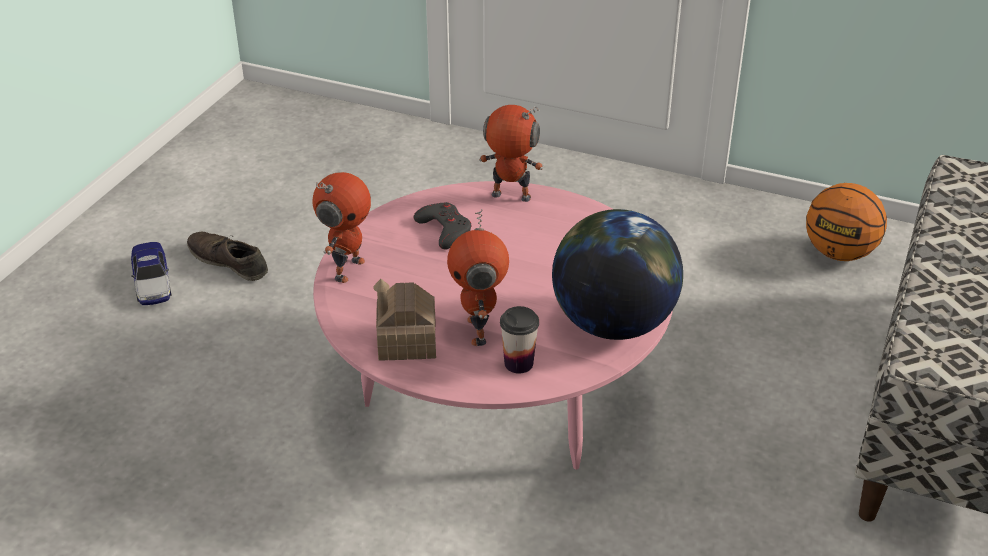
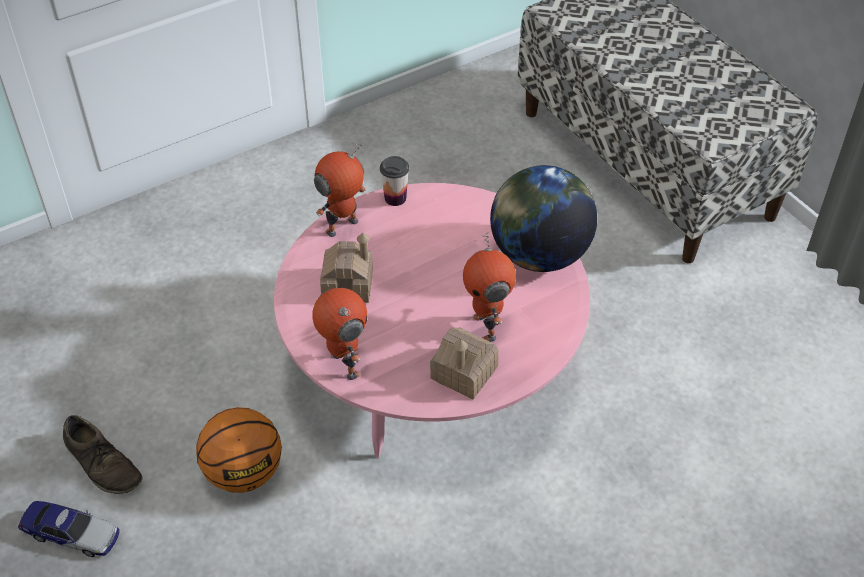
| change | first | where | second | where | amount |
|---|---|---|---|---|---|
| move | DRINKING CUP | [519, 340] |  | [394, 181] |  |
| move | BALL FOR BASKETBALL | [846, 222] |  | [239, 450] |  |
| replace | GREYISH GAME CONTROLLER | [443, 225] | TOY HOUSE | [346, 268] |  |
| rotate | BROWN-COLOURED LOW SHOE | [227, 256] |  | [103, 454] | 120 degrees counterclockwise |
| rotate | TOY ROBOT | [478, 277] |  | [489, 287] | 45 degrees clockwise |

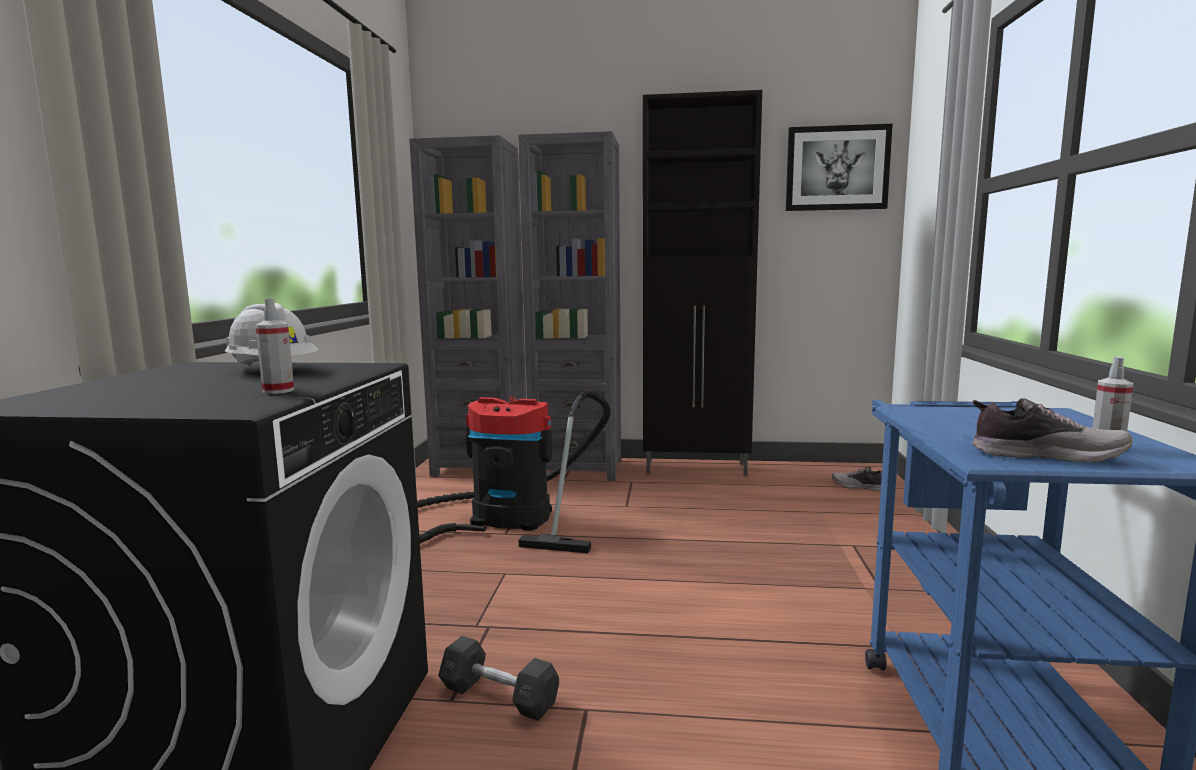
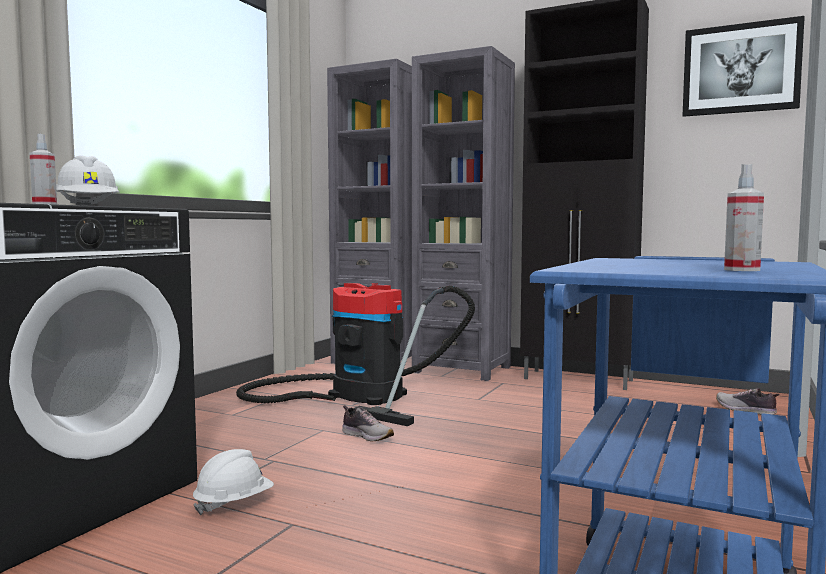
| change | first | where | second | where | amount |
|---|---|---|---|---|---|
| move | LOW SHOE | [1052, 430] |  | [368, 423] |  |
| replace | GREYISH DUMBBELL | [498, 678] | WHITISH SAFETY HELMET | [233, 482] |  |

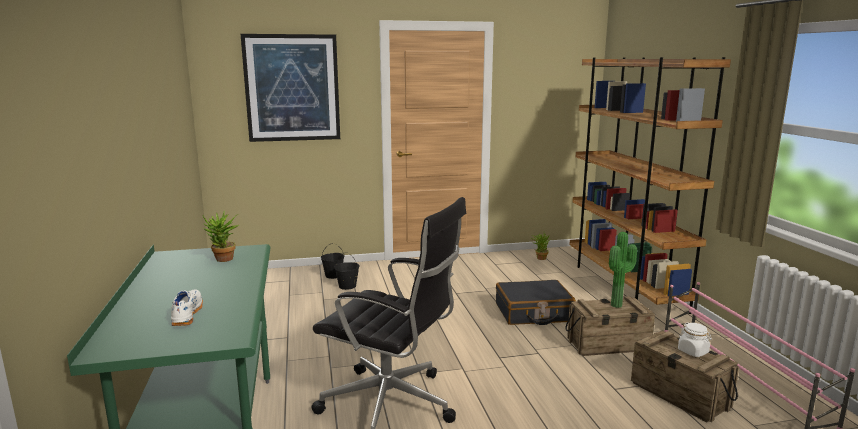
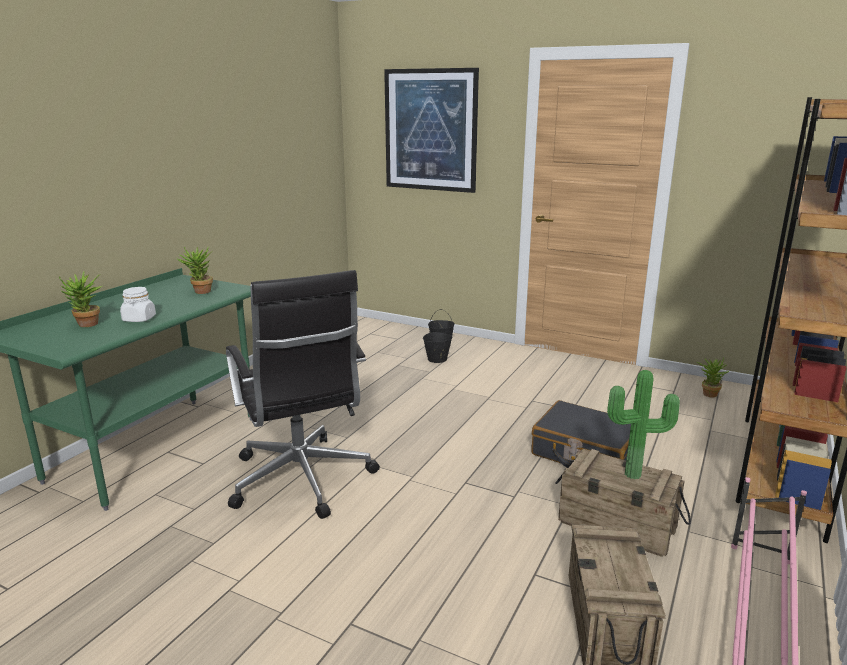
| change | first | where | second | where | amount |
|---|---|---|---|---|---|
| move | WHITISH JAR | [695, 339] |  | [138, 304] |  |
| replace | WHITISH LOW SHOE | [187, 307] | HOUSEPLANT | [80, 299] |  |

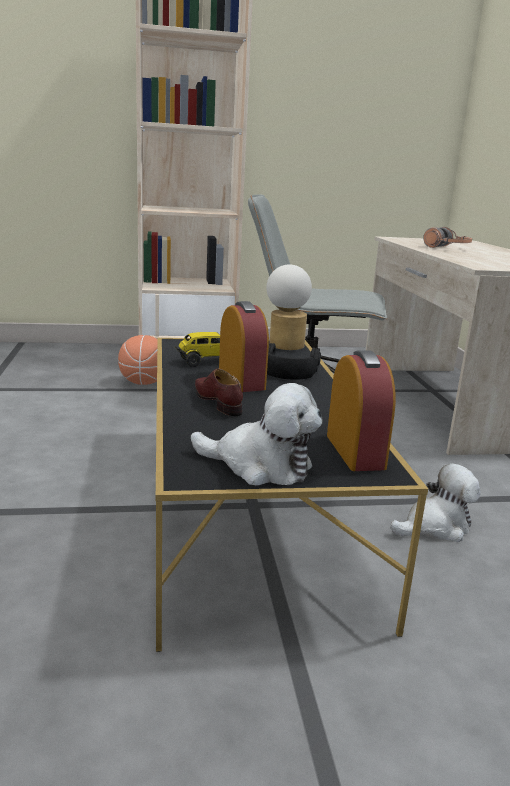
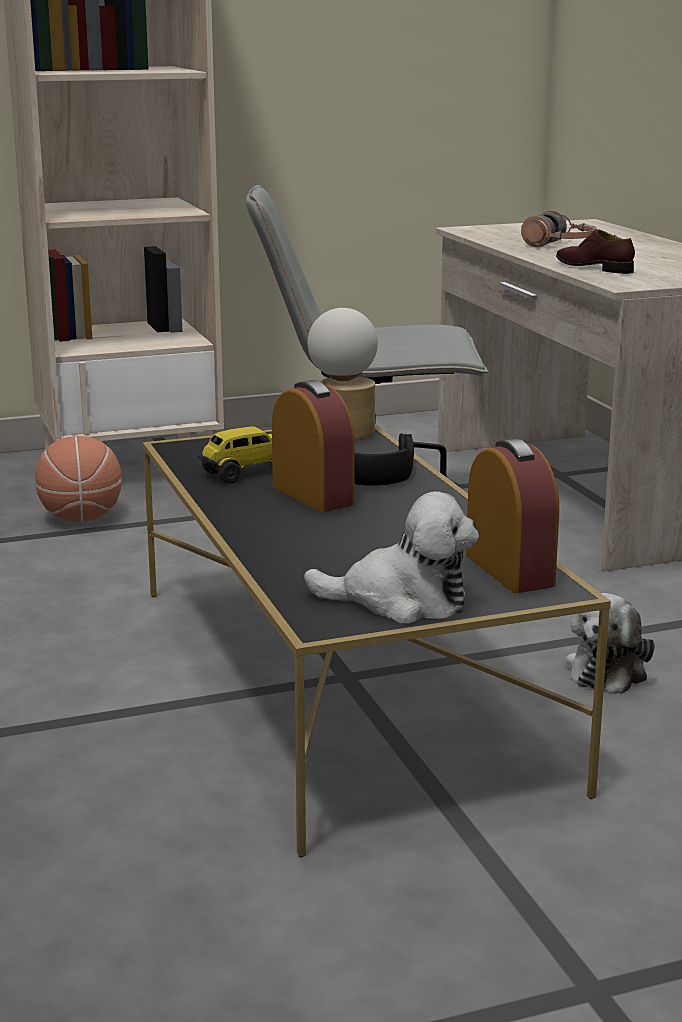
| change | first | where | second | where | amount |
|---|---|---|---|---|---|
| move | BROWN-COLOURED LOW SHOE | [219, 392] |  | [595, 251] |  |
| rotate | PLUSH TOY | [435, 502] |  | [609, 643] | 150 degrees clockwise |

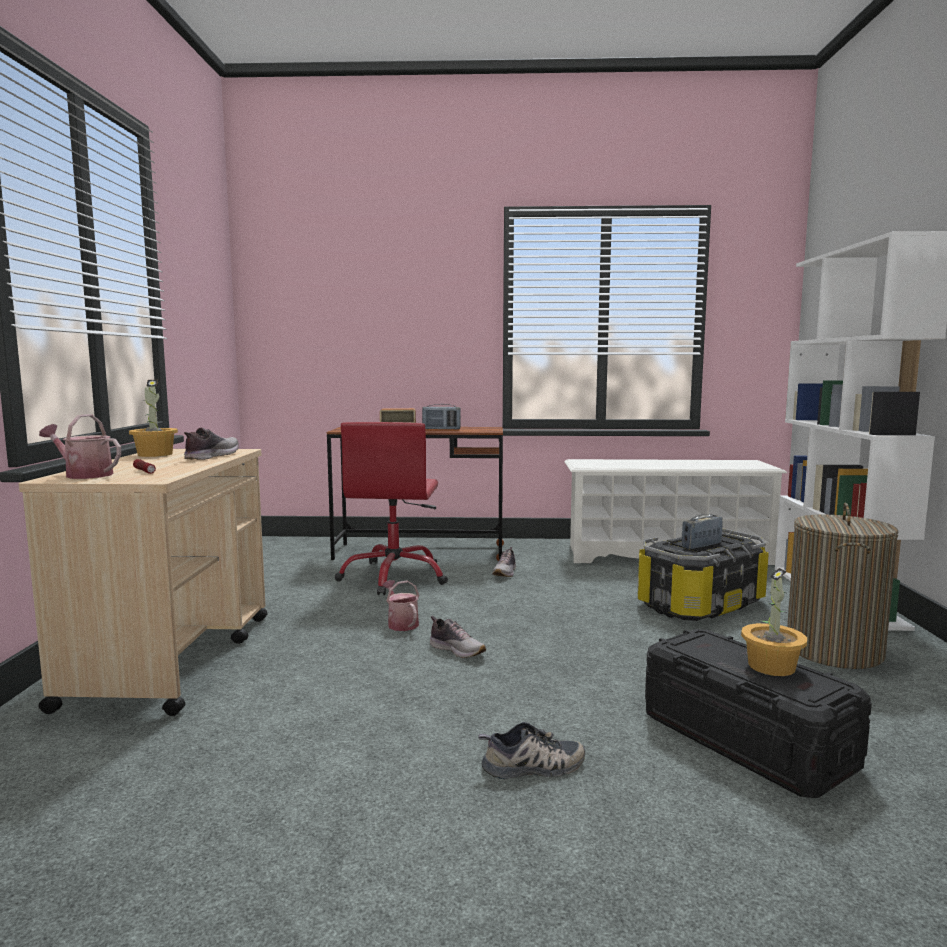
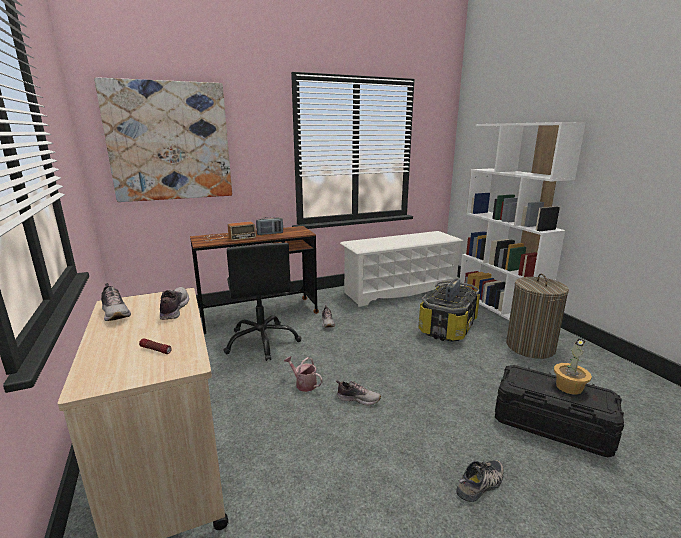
| change | first | where | second | where | amount |
|---|---|---|---|---|---|
| delete | WATERING CAN | [80, 446] |  |  |  |
| insert |  |  | WALL PICTURE | [163, 139] |  |
| replace | HOUSEPLANT | [153, 418] | LOW SHOE | [116, 302] |  |
| recolor | RED-COLOURED OFFICE CHAIR | [391, 508] | BLACK-COLOURED OFFICE CHAIR | [262, 302] |  |

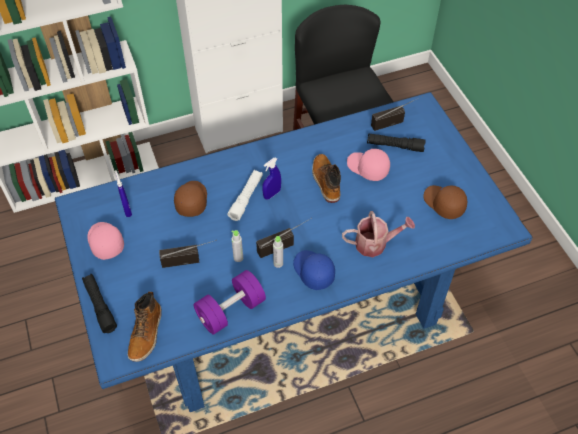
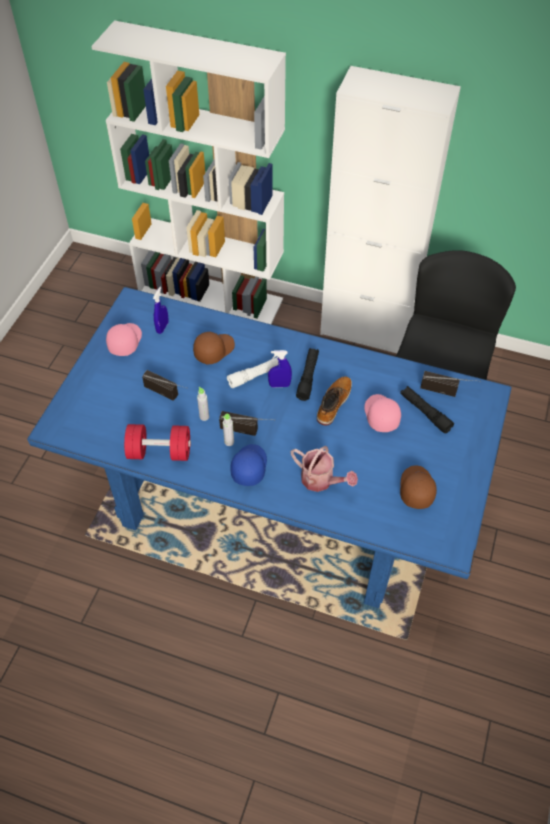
| change | first | where | second | where | amount |
|---|---|---|---|---|---|
| delete | TALL BOOT | [145, 327] |  |  |  |
| move | BLACK-COLOURED HAND TORCH | [99, 303] |  | [307, 374] |  |
| recolor | PURPLE-COLOURED DUMBBELL | [230, 302] | RED-COLOURED DUMBBELL | [157, 442] |  |

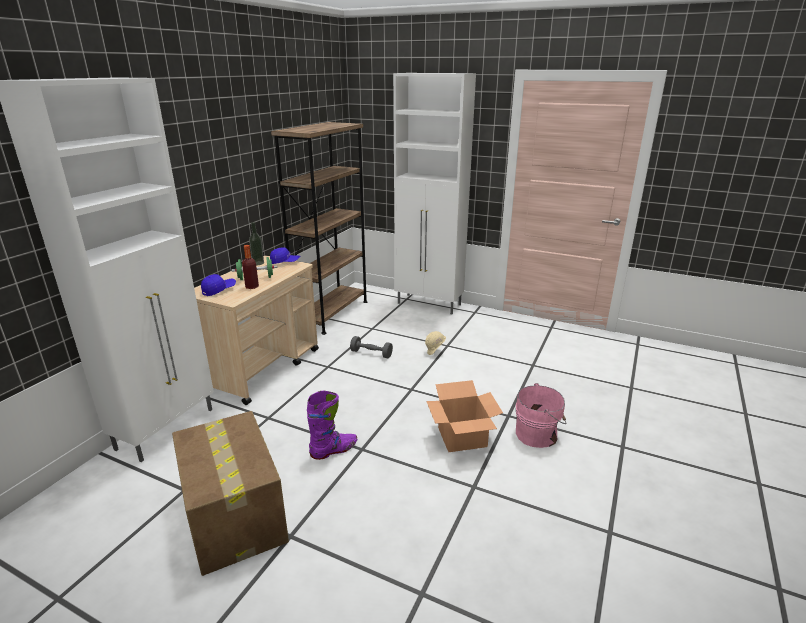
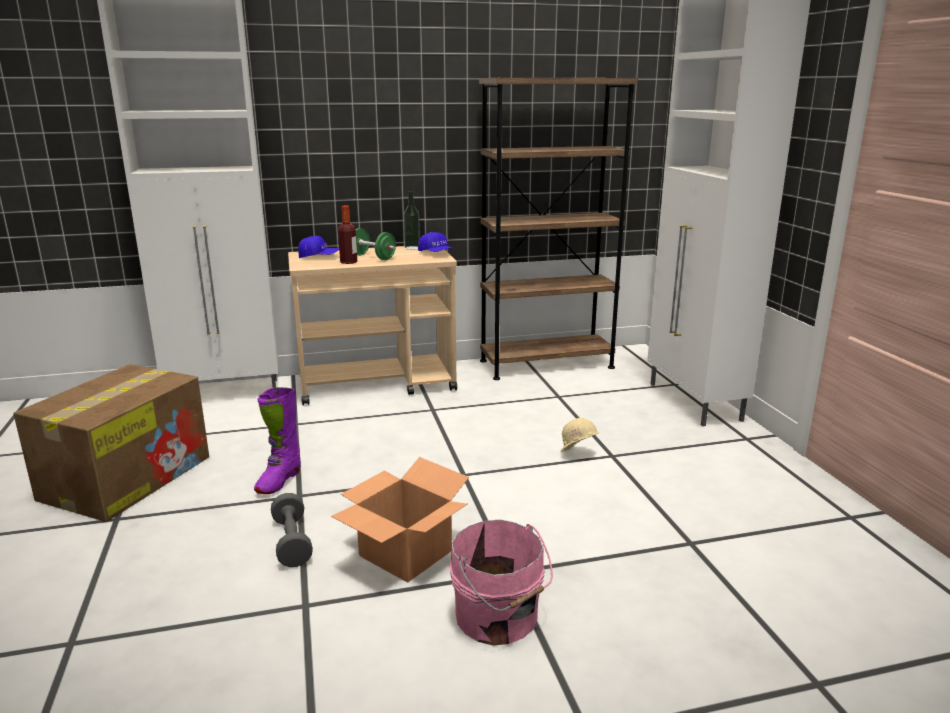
| change | first | where | second | where | amount |
|---|---|---|---|---|---|
| move | GREYISH DUMBBELL | [371, 347] |  | [292, 530] |  |
| rotate | PURPLE-COLOURED TALL BOOT | [332, 425] |  | [277, 440] | 90 degrees clockwise |

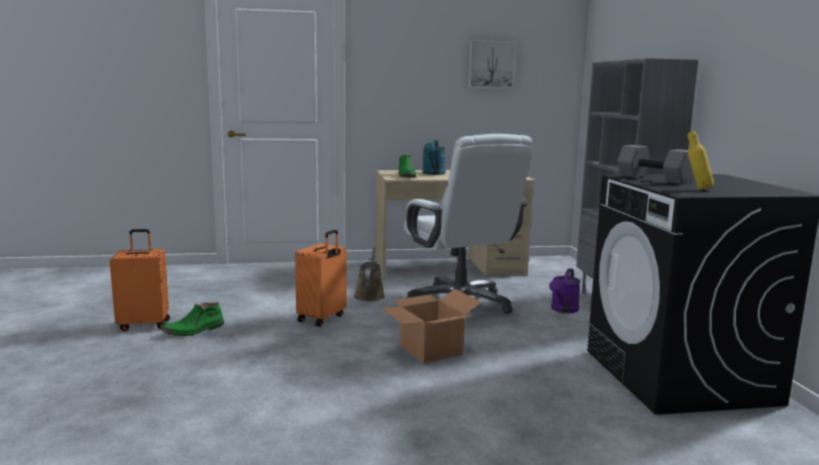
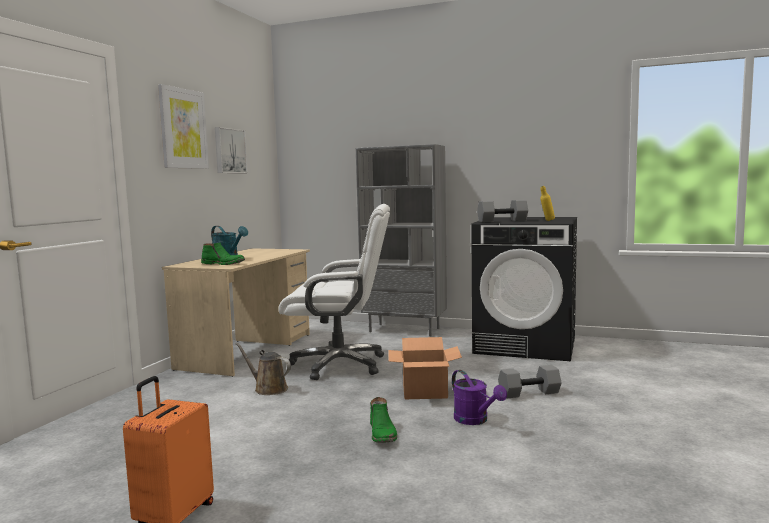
| change | first | where | second | where | amount |
|---|---|---|---|---|---|
| delete | ORANGE PIECE OF LUGGAGE | [321, 278] |  |  |  |
| insert |  |  | WALL PICTURE | [183, 126] |  |
| insert |  |  | GREYISH DUMBBELL | [530, 382] |  |
| move | GREENISH TALL BOOT | [192, 319] |  | [383, 420] |  |
| move | PURPLE-COLOURED WATERING CAN | [565, 290] |  | [479, 397] |  |

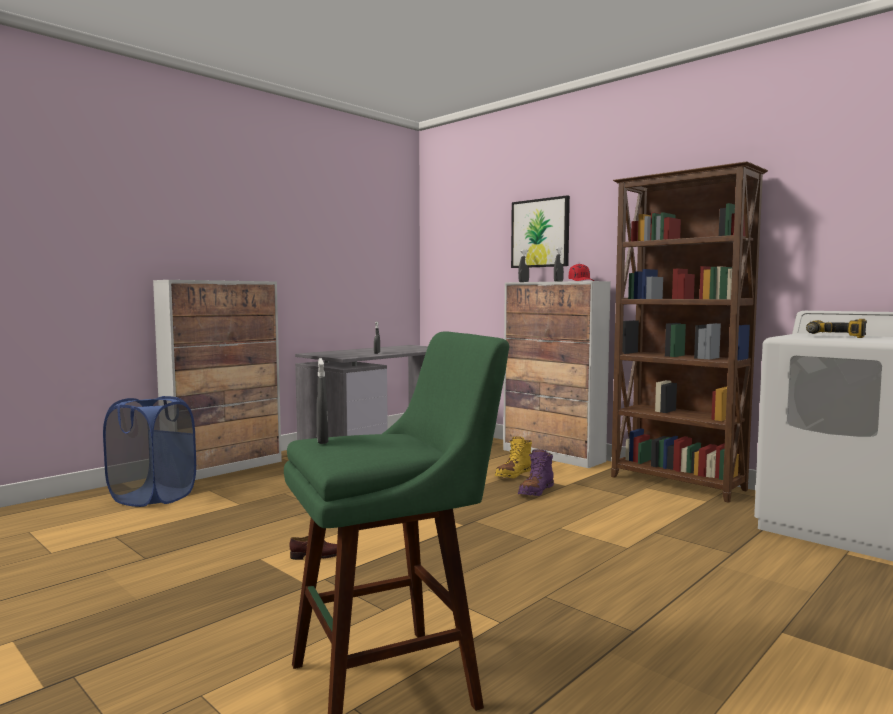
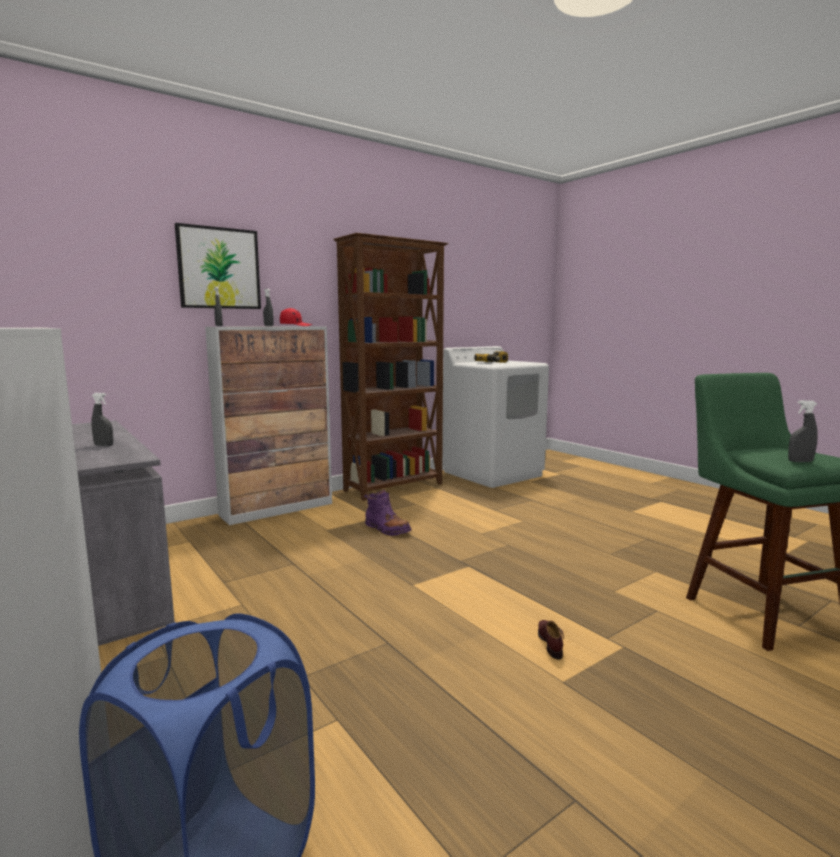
| change | first | where | second | where | amount |
|---|---|---|---|---|---|
| delete | YELLOWISH TALL BOOT | [513, 457] |  |  |  |

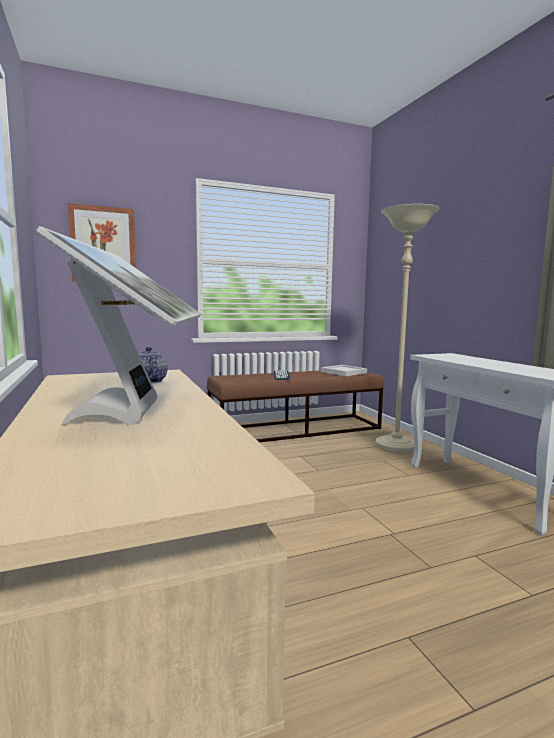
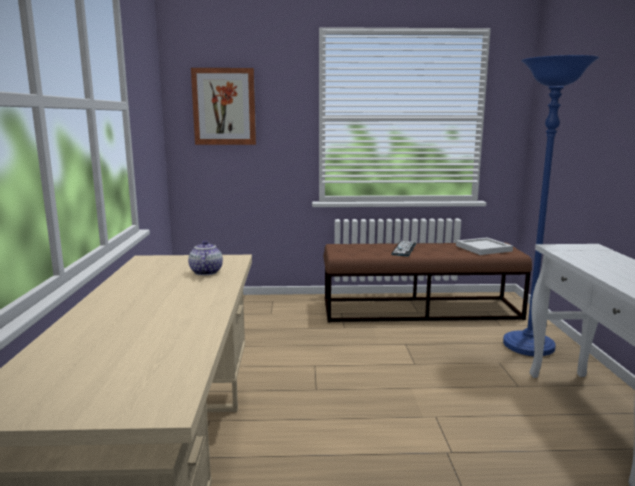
| change | first | where | second | where | amount |
|---|---|---|---|---|---|
| delete | COMPUTER DISPLAY | [119, 325] |  |  |  |
| recolor | SAND-COLOURED FLOOR LAMP | [408, 328] | BLUISH FLOOR LAMP | [551, 205] |  |

